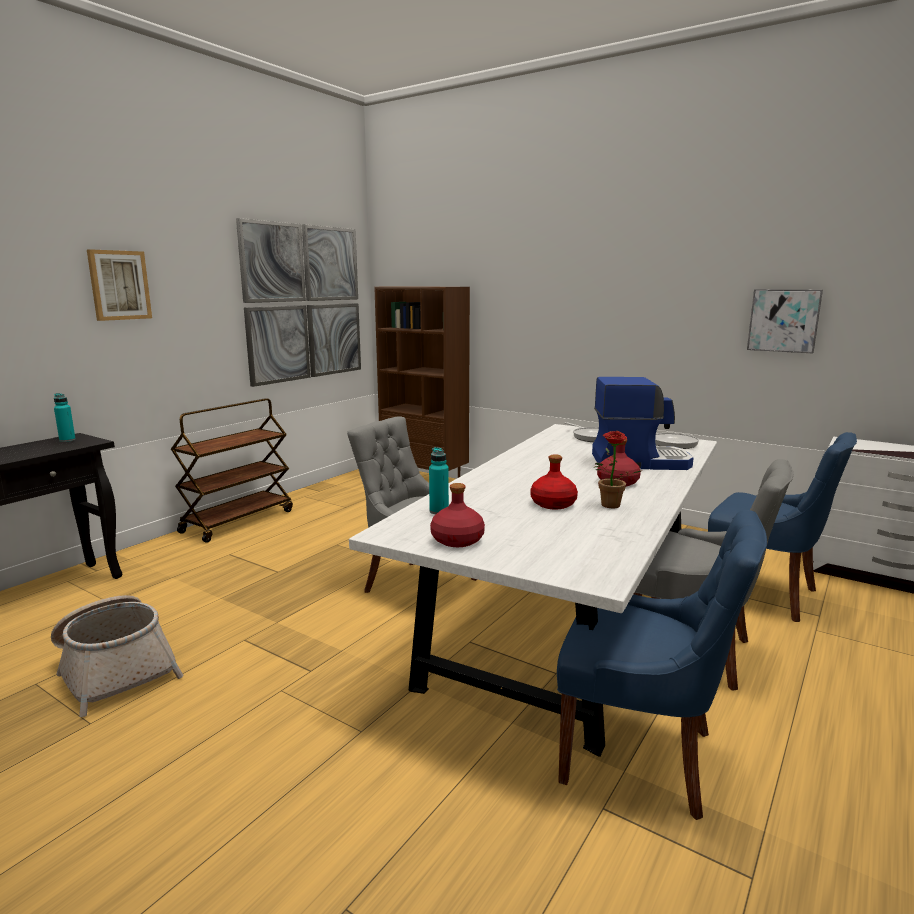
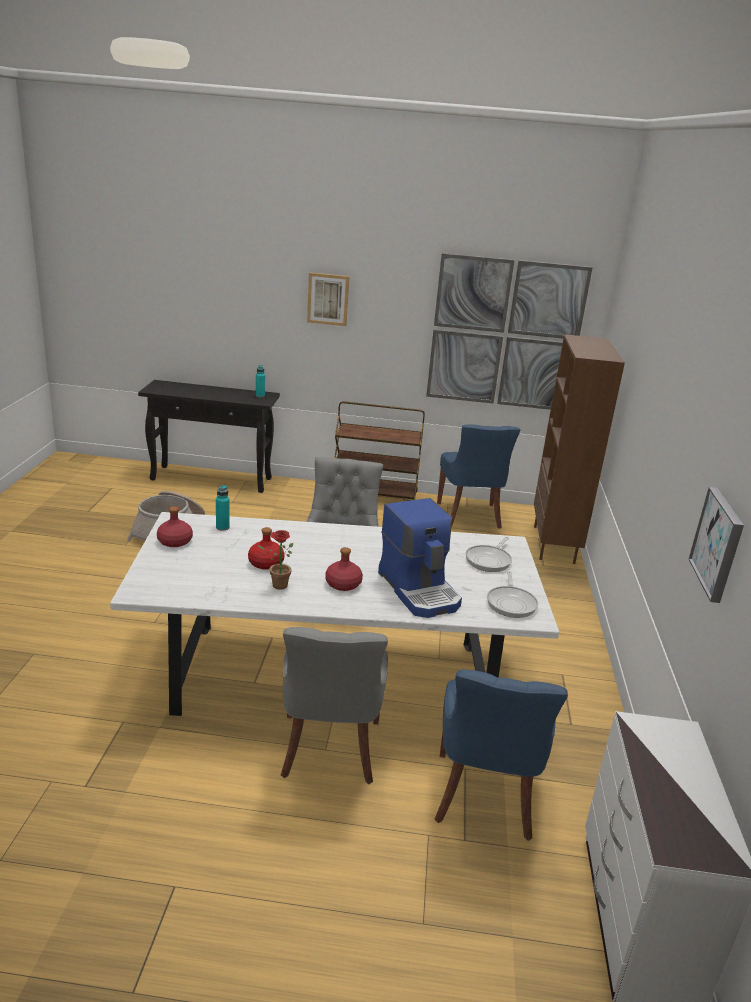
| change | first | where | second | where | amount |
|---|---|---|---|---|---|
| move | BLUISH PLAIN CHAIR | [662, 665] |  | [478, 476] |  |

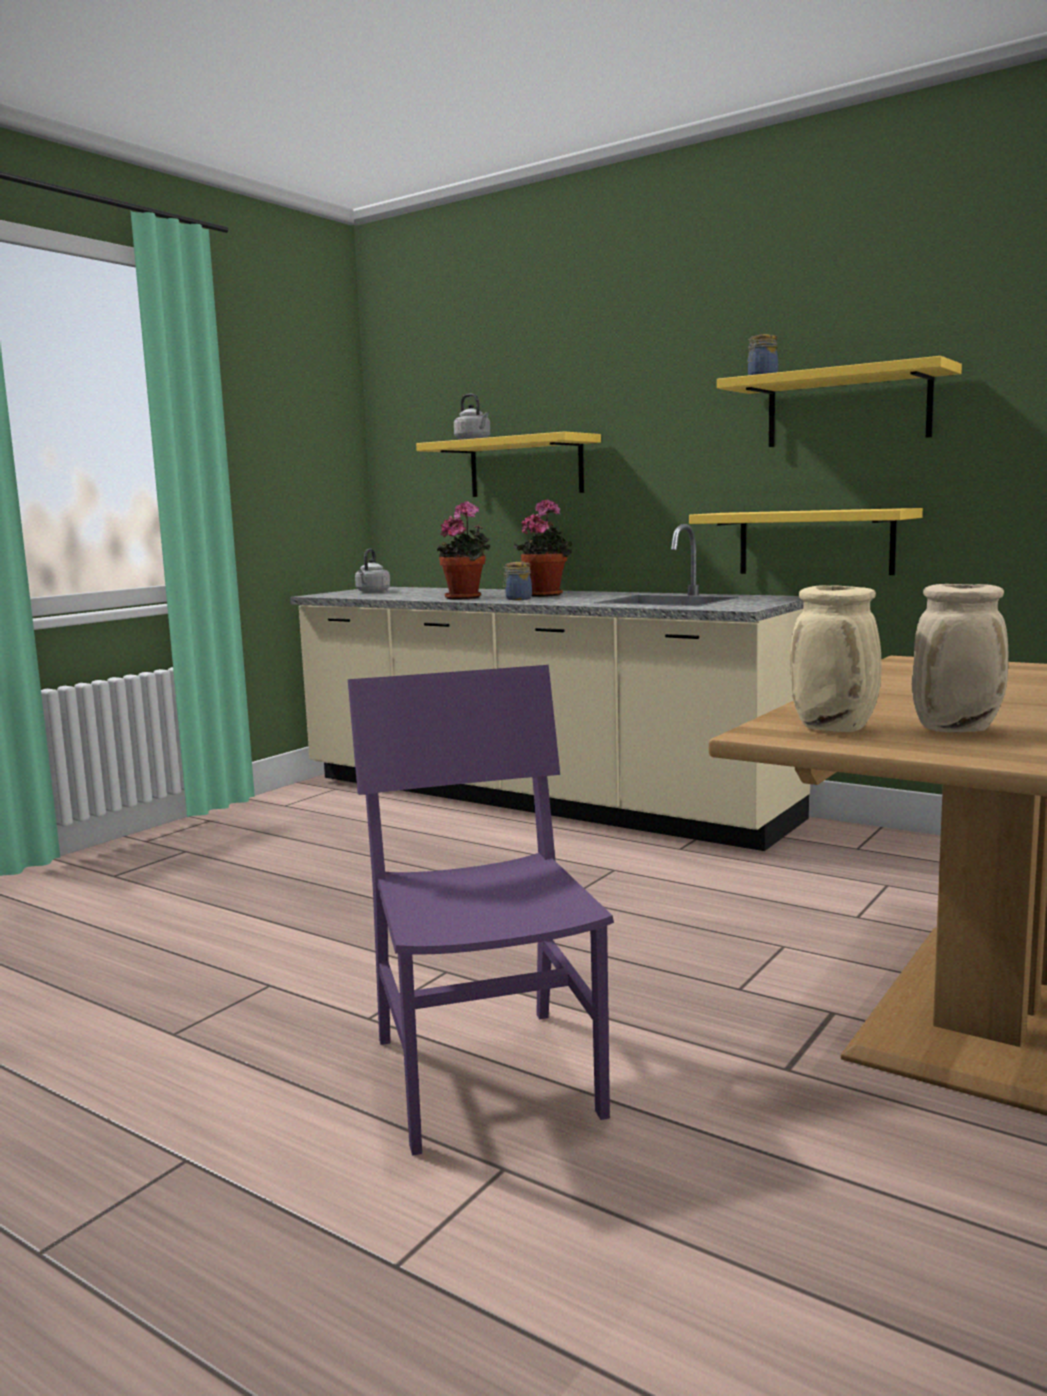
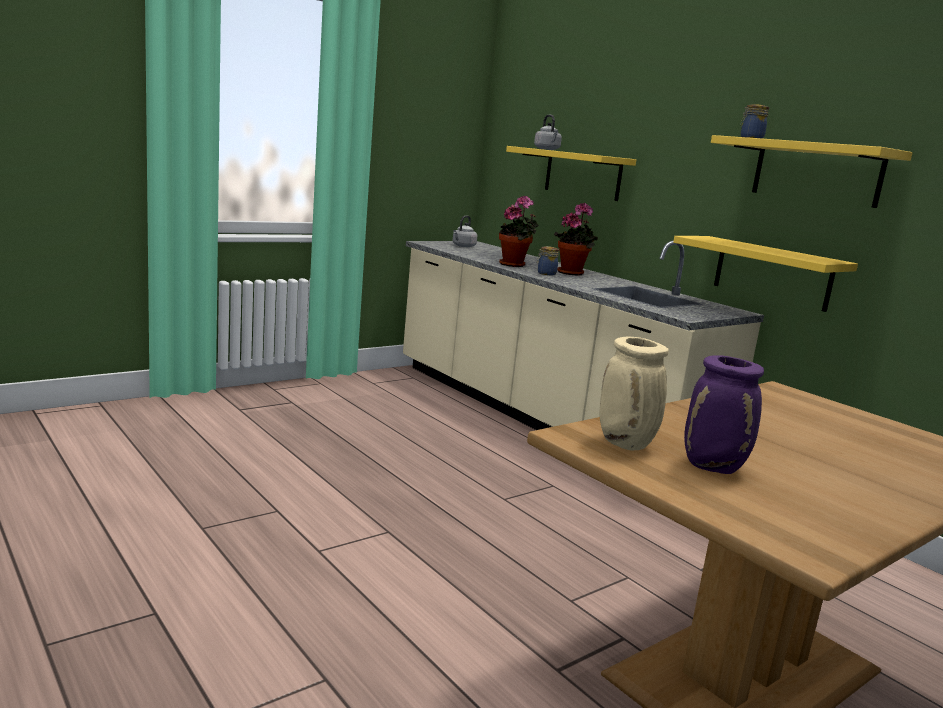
| change | first | where | second | where | amount |
|---|---|---|---|---|---|
| delete | PURPLE-COLOURED PLAIN CHAIR | [481, 910] |  |  |  |
| recolor | SAND-COLOURED VASE | [960, 658] | PURPLE-COLOURED VASE | [724, 414] |  |

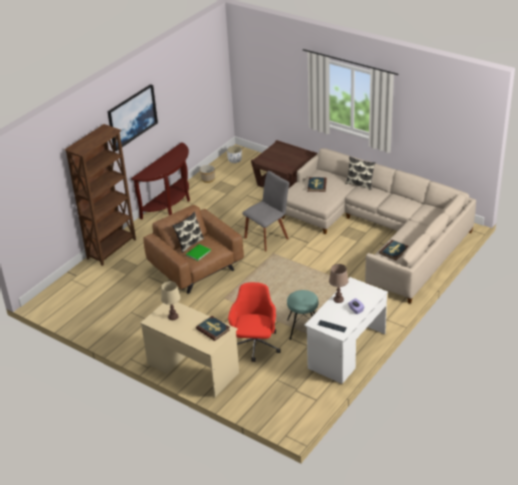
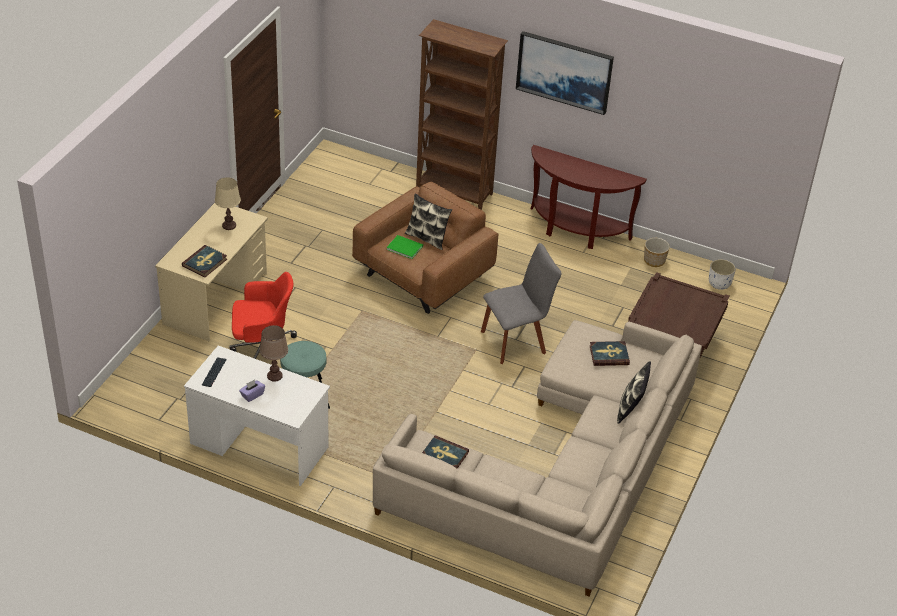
| change | first | where | second | where | amount |
|---|---|---|---|---|---|
| rotate | GREYISH PLAIN CHAIR | [265, 211] |  | [521, 303] | 60 degrees counterclockwise |

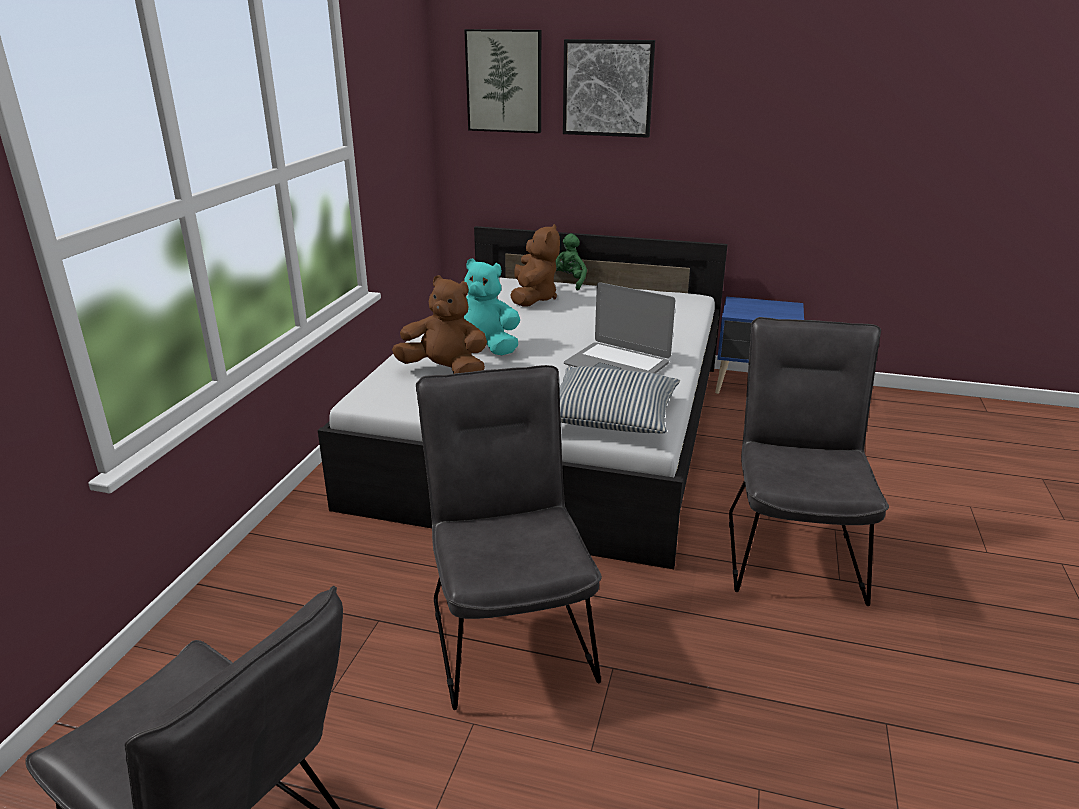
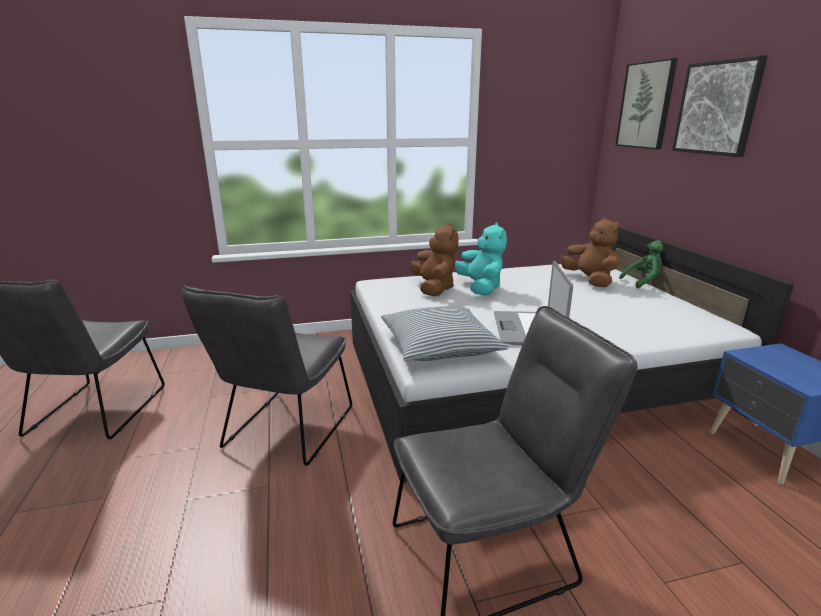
| change | first | where | second | where | amount |
|---|---|---|---|---|---|
| rotate | GREYISH PLAIN CHAIR | [509, 537] |  | [267, 375] | 150 degrees clockwise |
| rotate | BROWN-COLOURED PLUSH TOY | [535, 265] |  | [589, 252] | 90 degrees counterclockwise |

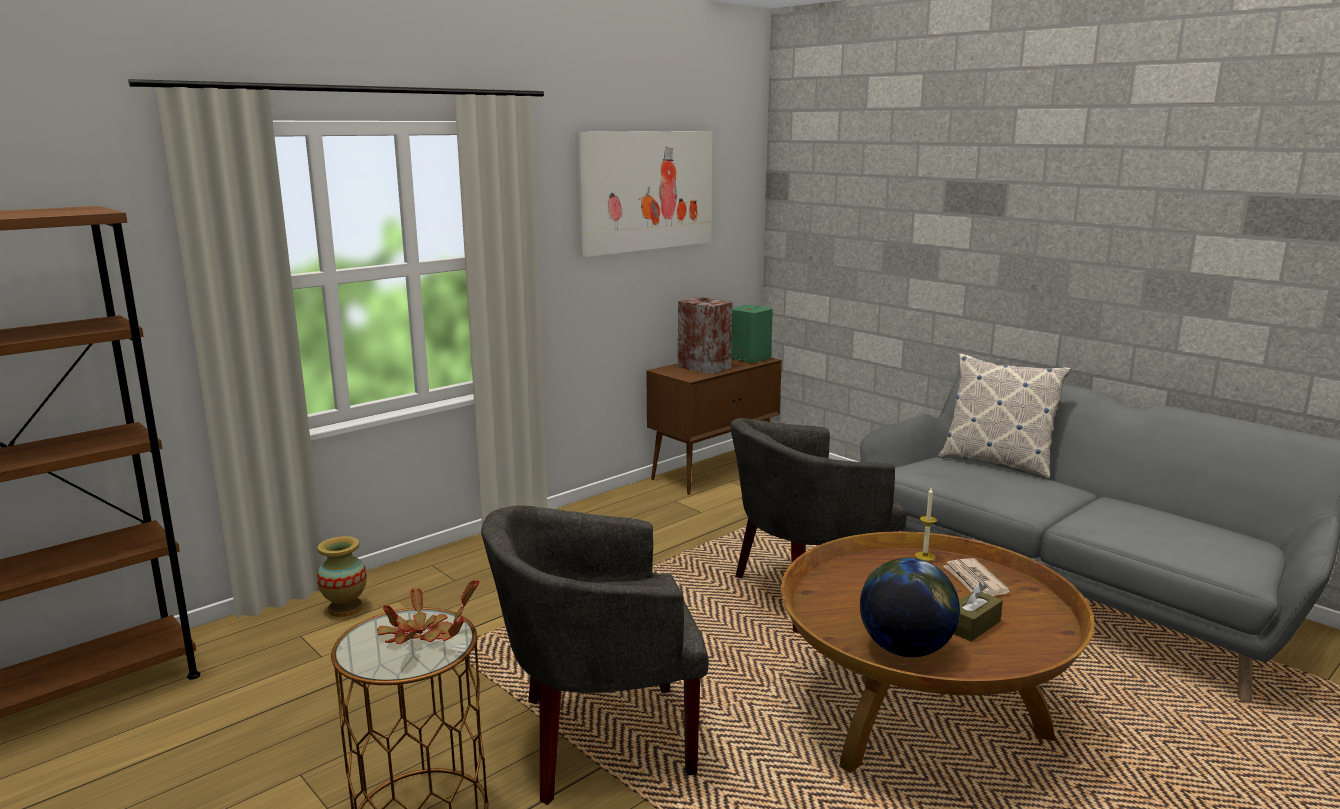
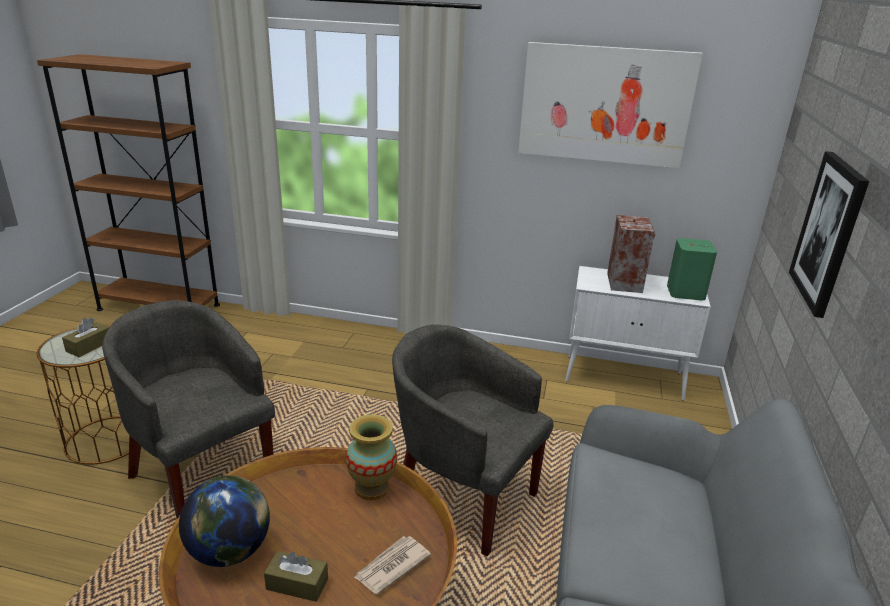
| change | first | where | second | where | amount |
|---|---|---|---|---|---|
| delete | CANDLE | [926, 524] |  |  |  |
| delete | PILLOW | [1004, 416] |  |  |  |
| insert |  |  | WALL PICTURE | [829, 234] |  |
| move | VASE | [342, 576] |  | [371, 457] |  |
| replace | HOUSEPLANT | [428, 612] | BROWN-COLOURED BOX OF TISSUES | [85, 337] |  |
| recolor | BROWN-COLOURED CUPBOARD | [714, 426] | WHITISH CUPBOARD | [638, 333] |  |

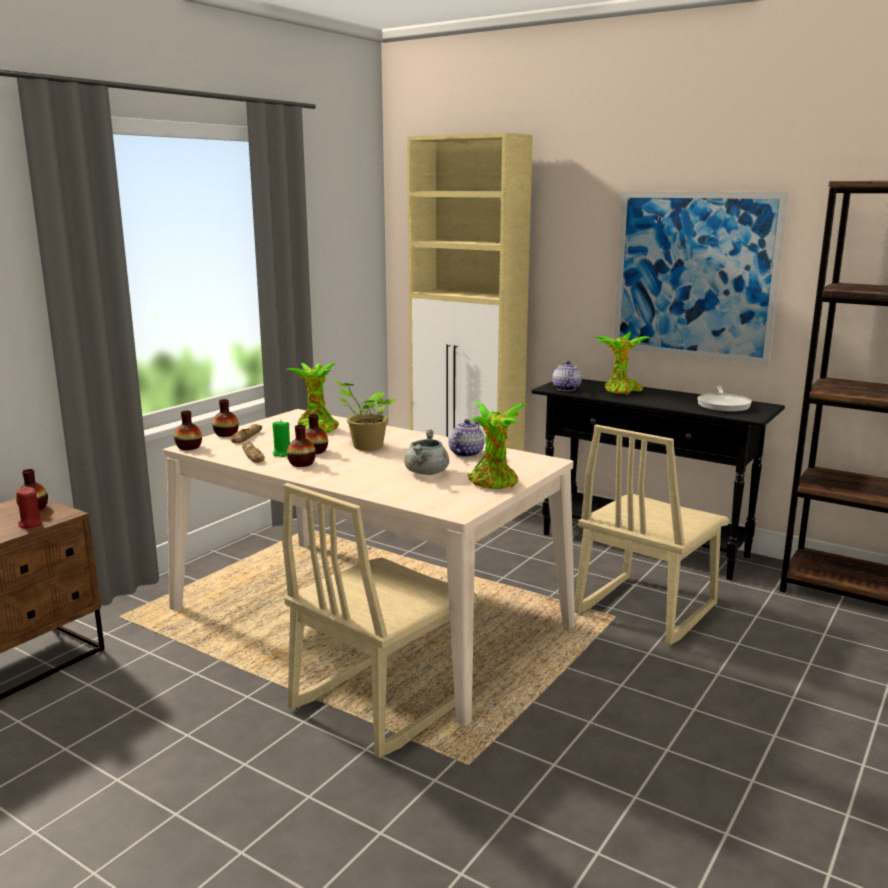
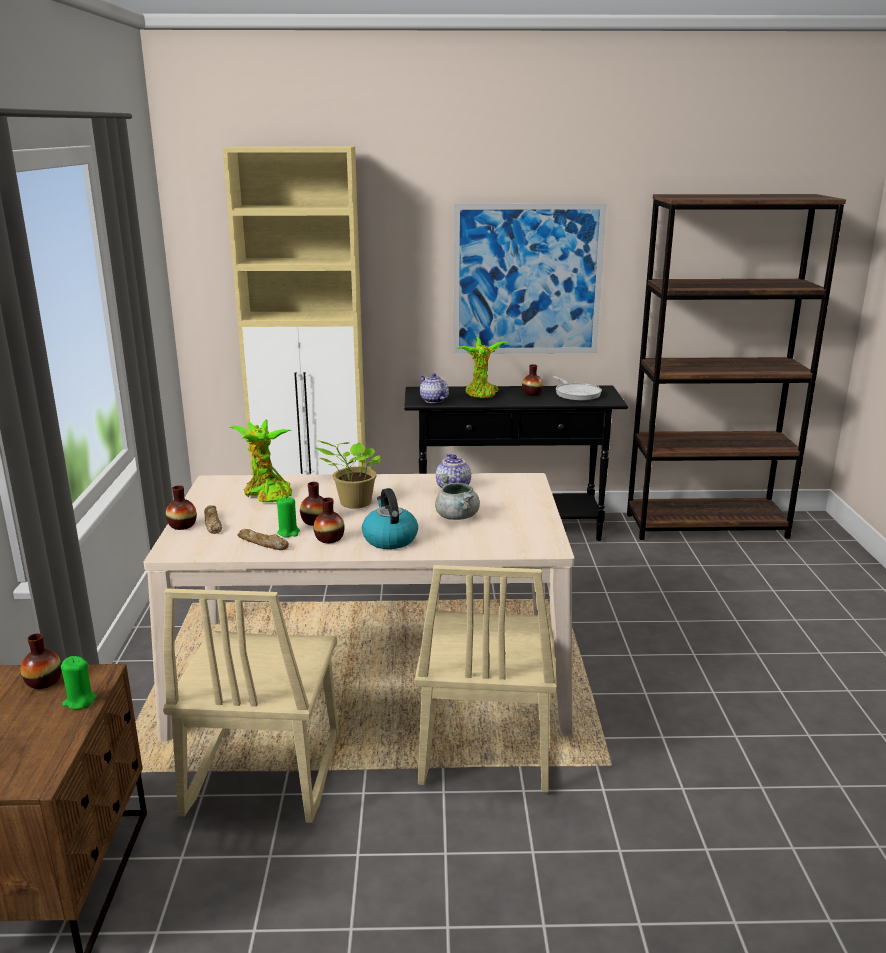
| change | first | where | second | where | amount |
|---|---|---|---|---|---|
| delete | HOUSEPLANT | [498, 445] |  |  |  |
| insert |  |  | KETTLE | [390, 518] |  |
| move | VASE | [188, 430] |  | [532, 379] |  |
| move | SAND-COLOURED PLAIN CHAIR | [652, 534] |  | [251, 706] |  |
| recolor | RED-COLOURED CANDLE | [30, 507] | GREENISH CANDLE | [79, 682] |  |

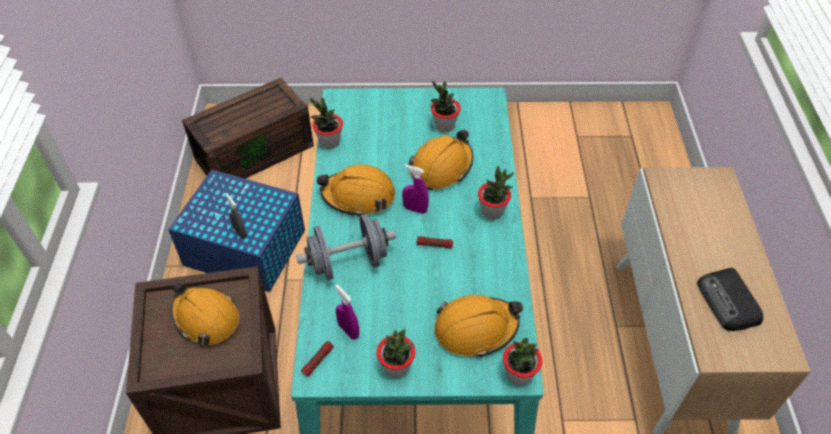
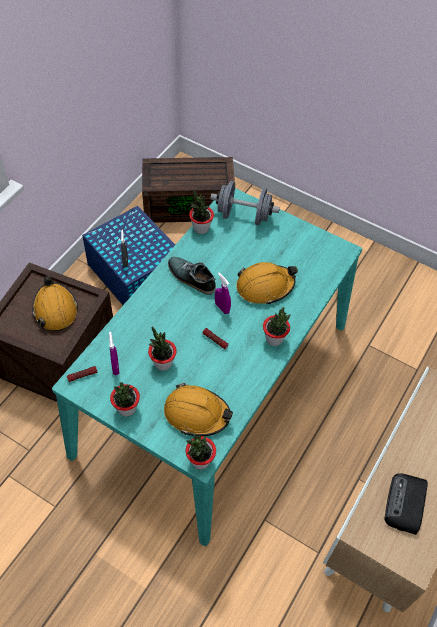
| change | first | where | second | where | amount |
|---|---|---|---|---|---|
| move | GREYISH DUMBBELL | [346, 247] |  | [245, 203] |  |
| move | HOUSEPLANT | [445, 107] |  | [162, 348] |  |
| replace | ORANGE SAFETY HELMET | [356, 191] | LOW SHOE | [192, 276] |  |

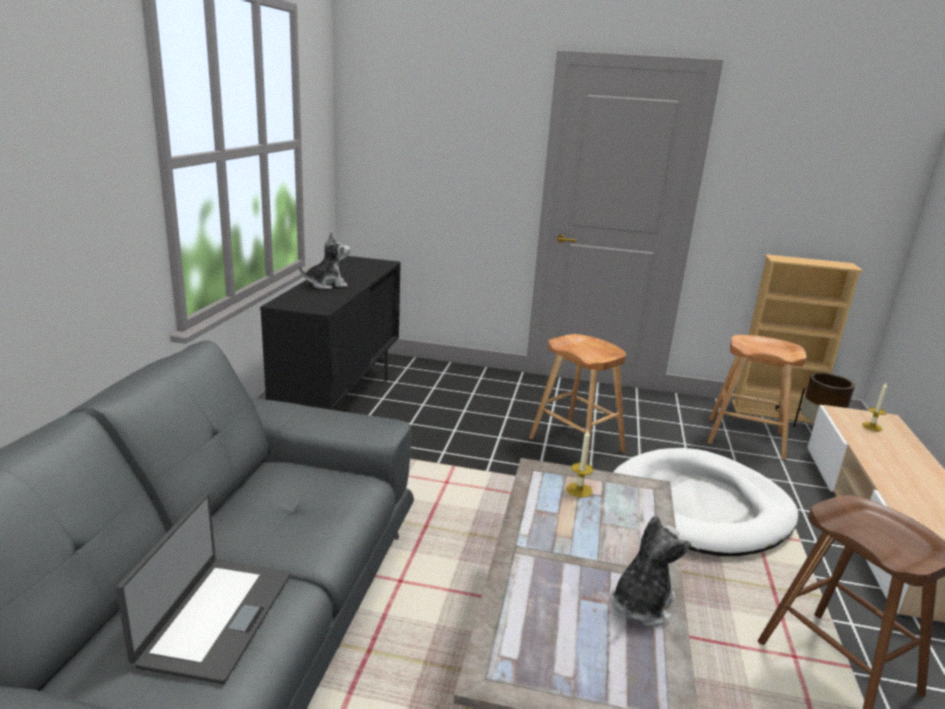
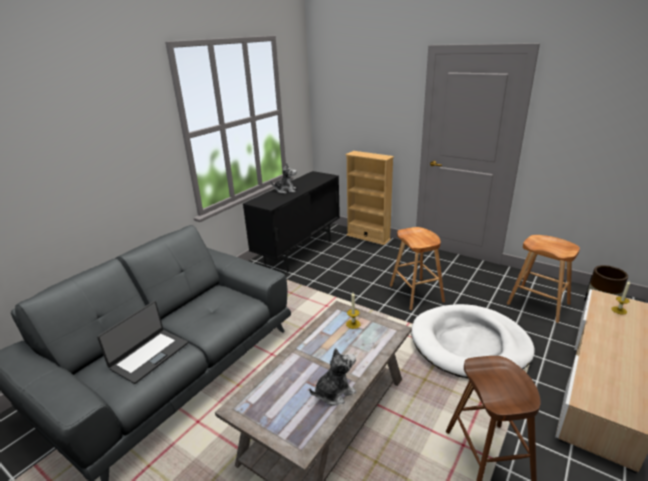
| change | first | where | second | where | amount |
|---|---|---|---|---|---|
| move | SAND-COLOURED SHELVING UNIT | [797, 339] |  | [369, 198] |  |

